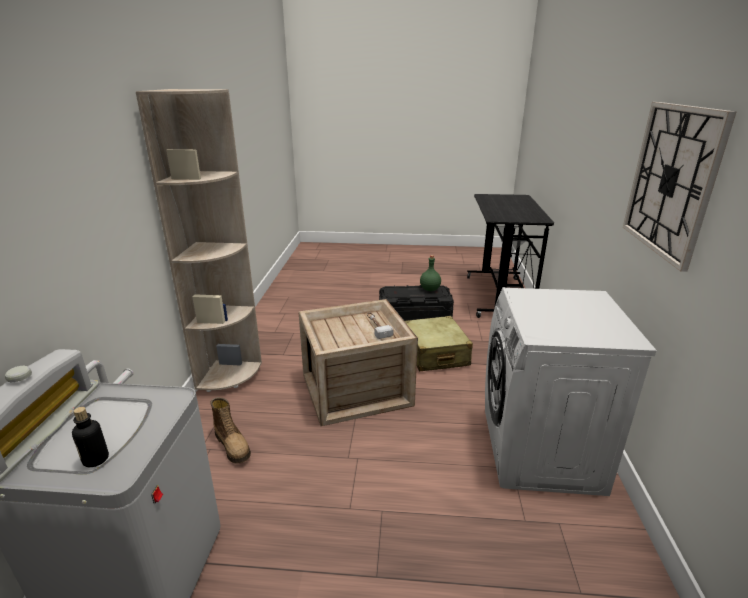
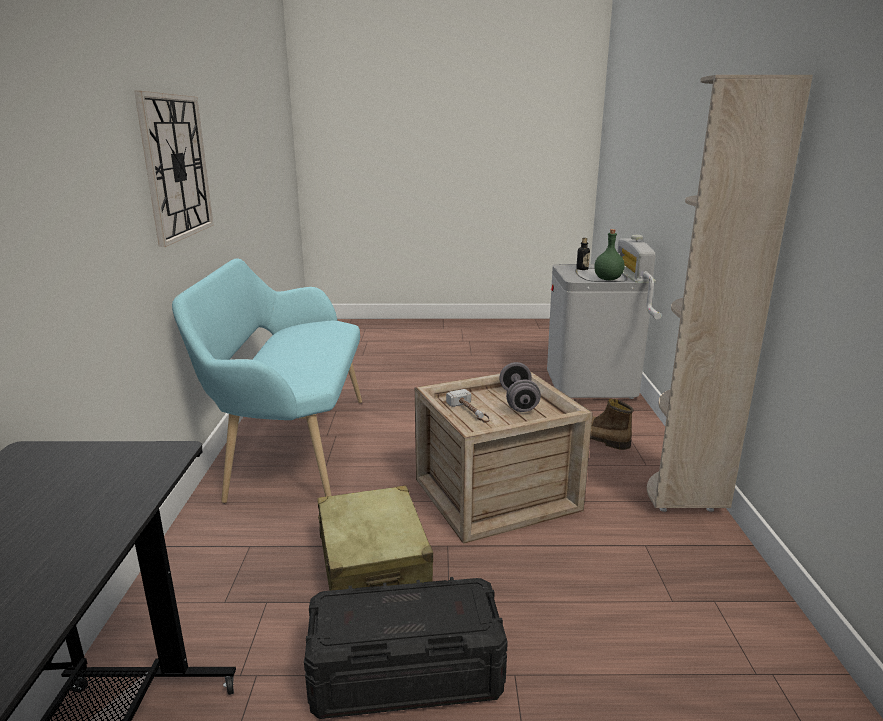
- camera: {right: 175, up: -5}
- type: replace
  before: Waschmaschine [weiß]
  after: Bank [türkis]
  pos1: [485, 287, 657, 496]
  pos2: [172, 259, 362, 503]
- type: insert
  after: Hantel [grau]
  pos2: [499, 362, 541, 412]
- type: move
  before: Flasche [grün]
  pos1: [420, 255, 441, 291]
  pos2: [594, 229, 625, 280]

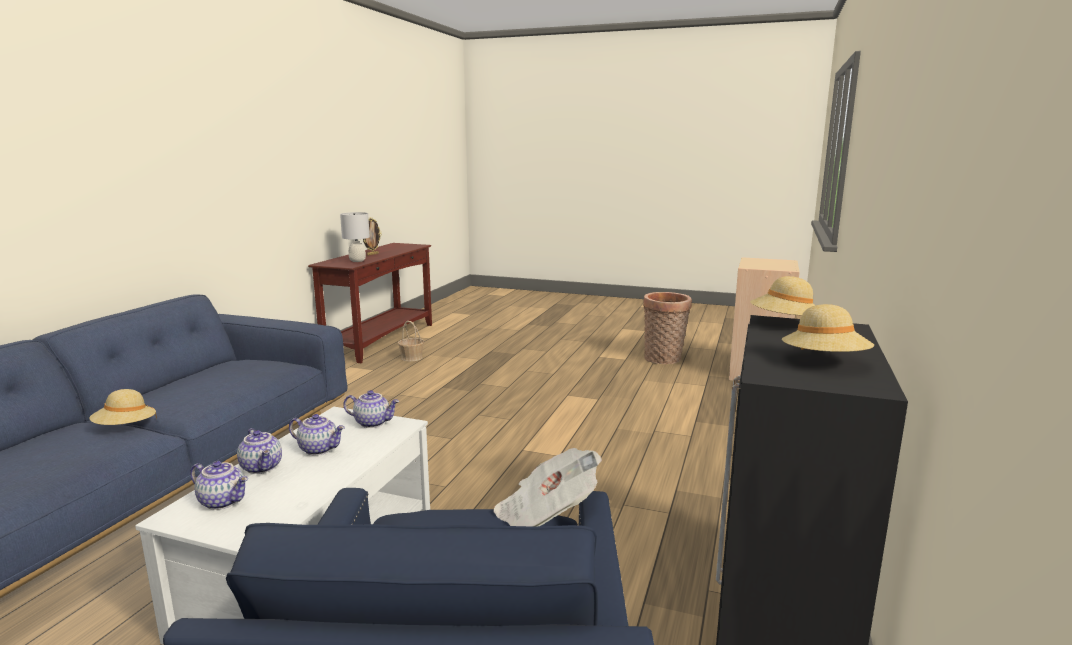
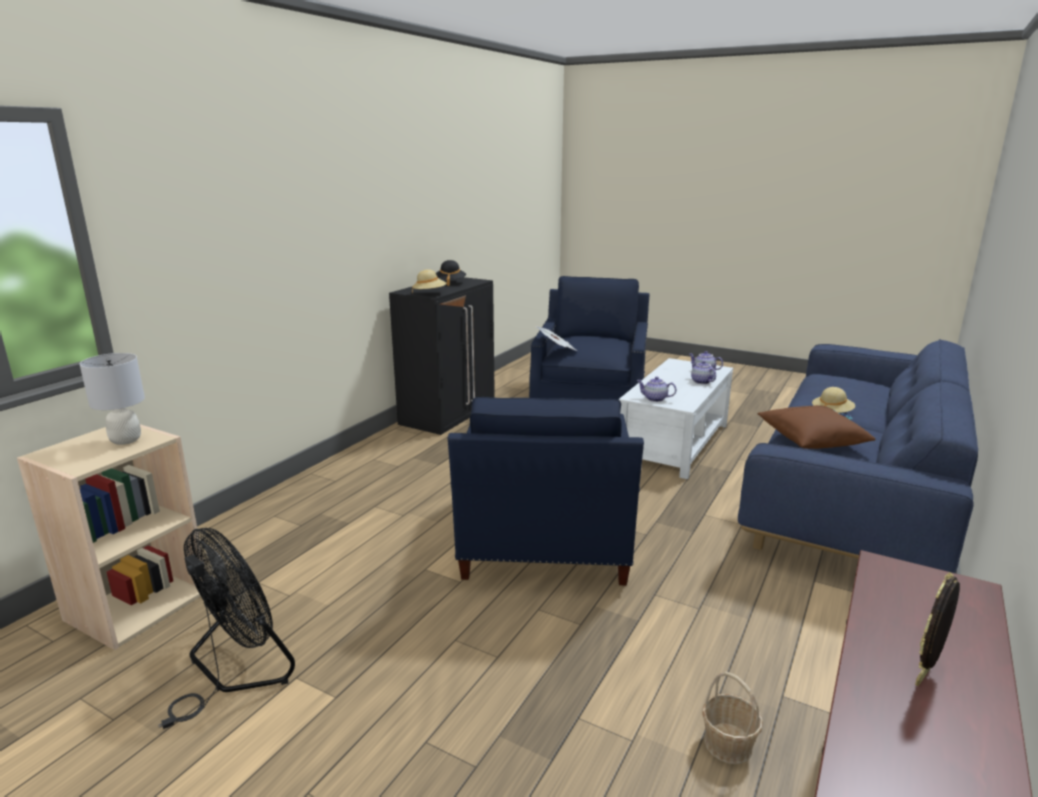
- camera: {right: -170, up: 5}
- type: move
  before: Tischlampe [grau]
  pos1: [340, 212, 370, 262]
  pos2: [80, 353, 145, 445]
- type: replace
  before: Korb
  after: Ventilator [schwarz]
  pos1: [643, 292, 692, 364]
  pos2: [158, 528, 295, 729]
- type: recolor
  before: Hut [beige]
  after: Hut [schwarz]
  pos1: [782, 304, 874, 352]
  pos2: [436, 260, 466, 286]
- type: insert
  after: Sessel [blau]
  pos2: [448, 397, 644, 585]
- type: insert
  after: Kissen [braun]
  pos2: [758, 405, 876, 449]
- type: delete
  before: Teekanne
  pos1: [289, 414, 345, 455]

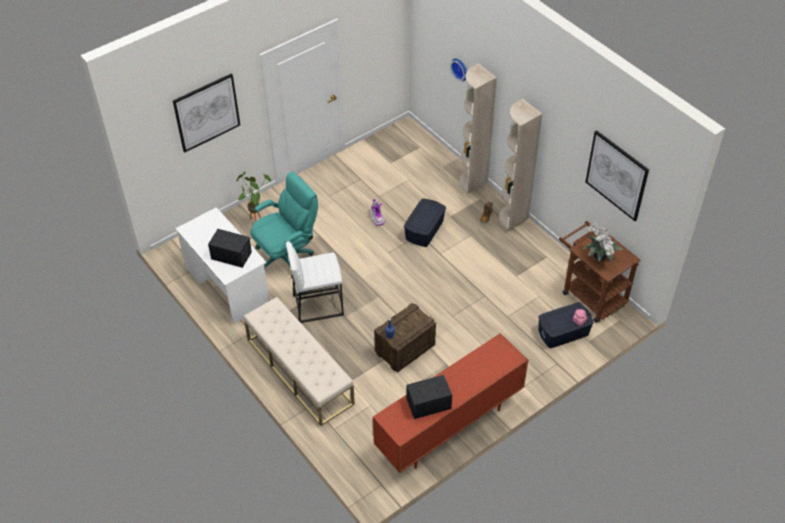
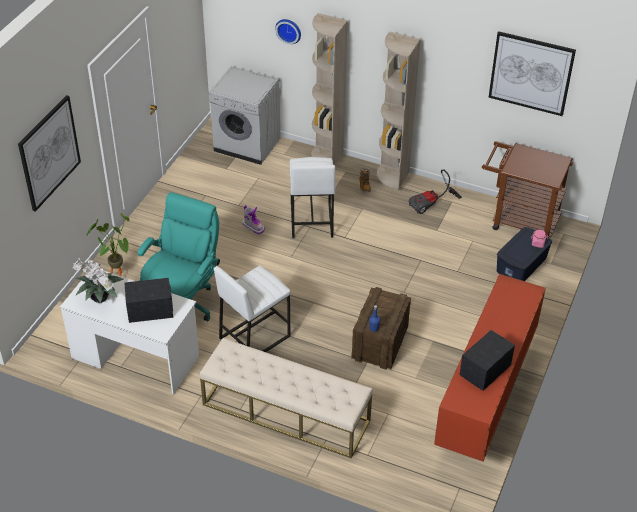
- camera: {right: -30, up: -5}
- type: move
  before: Topfpflanze
  pos1: [583, 223, 623, 262]
  pos2: [73, 258, 124, 303]
- type: insert
  after: Waschmaschine [weiß]
  pos2: [209, 66, 280, 165]
- type: replace
  before: Aufbewahrungsbox [blau]
  after: Hocker [weiß]
  pos1: [404, 198, 446, 247]
  pos2: [289, 157, 335, 238]
- type: insert
  after: Staubsauger
  pos2: [409, 170, 462, 214]

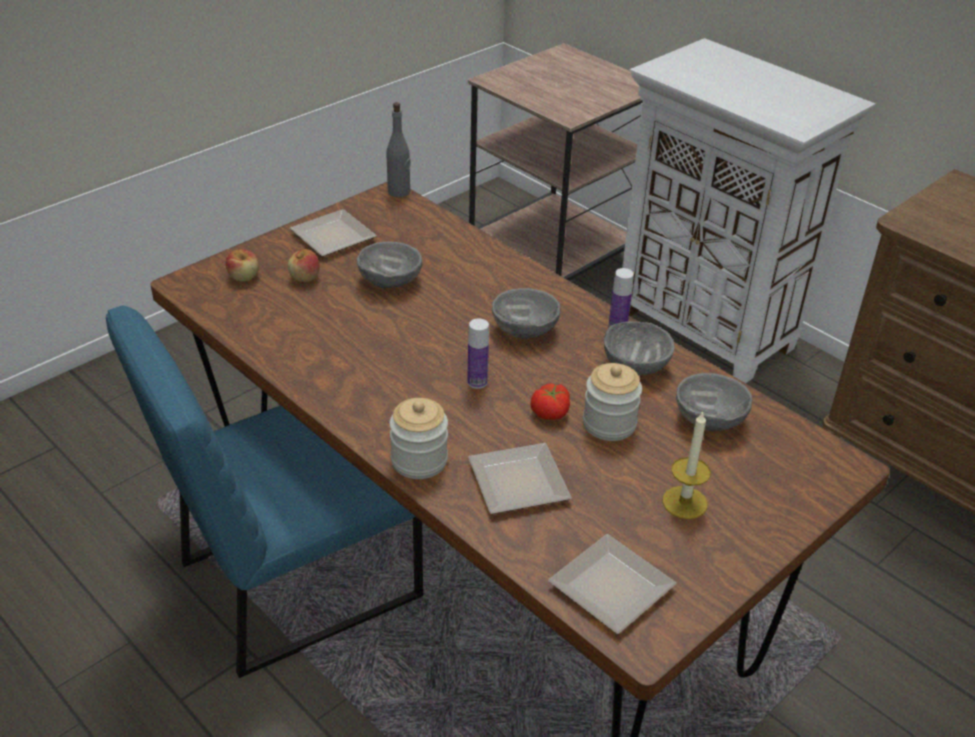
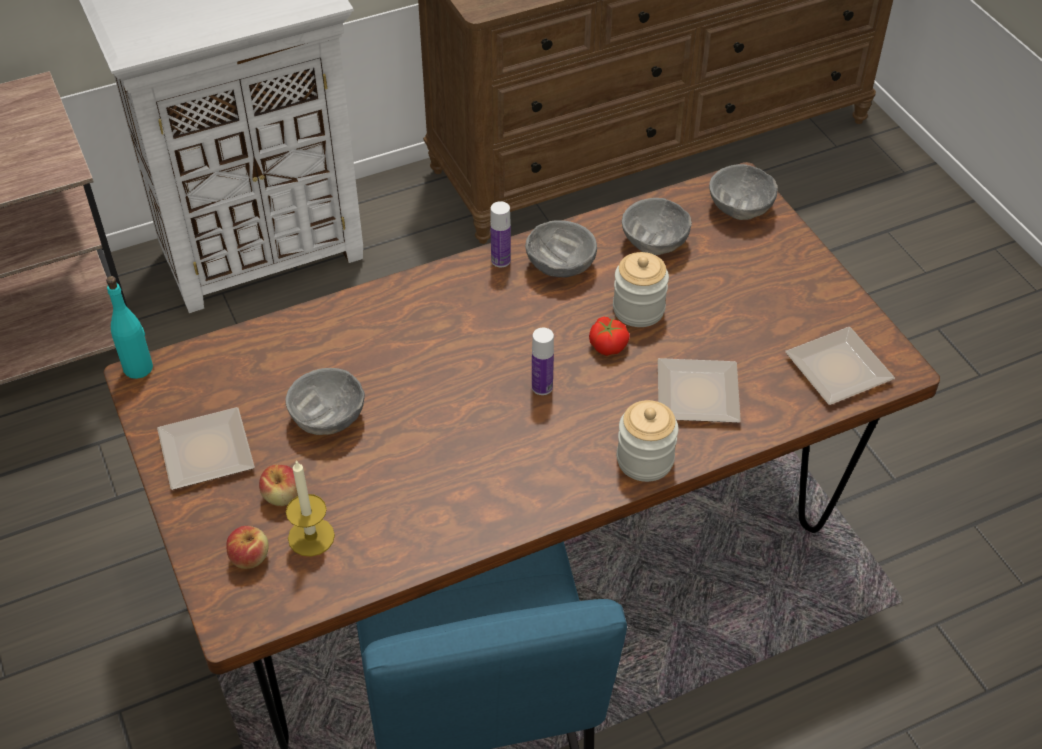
- camera: {right: -70, up: 10}
- type: recolor
  before: Flasche [grau]
  after: Flasche [türkis]
  pos1: [386, 102, 411, 197]
  pos2: [106, 276, 153, 379]
- type: move
  before: Kerze
  pos1: [662, 411, 711, 519]
  pos2: [286, 460, 335, 557]
- type: move
  before: Schüssel [grau]
  pos1: [492, 288, 560, 339]
  pos2: [709, 164, 777, 220]

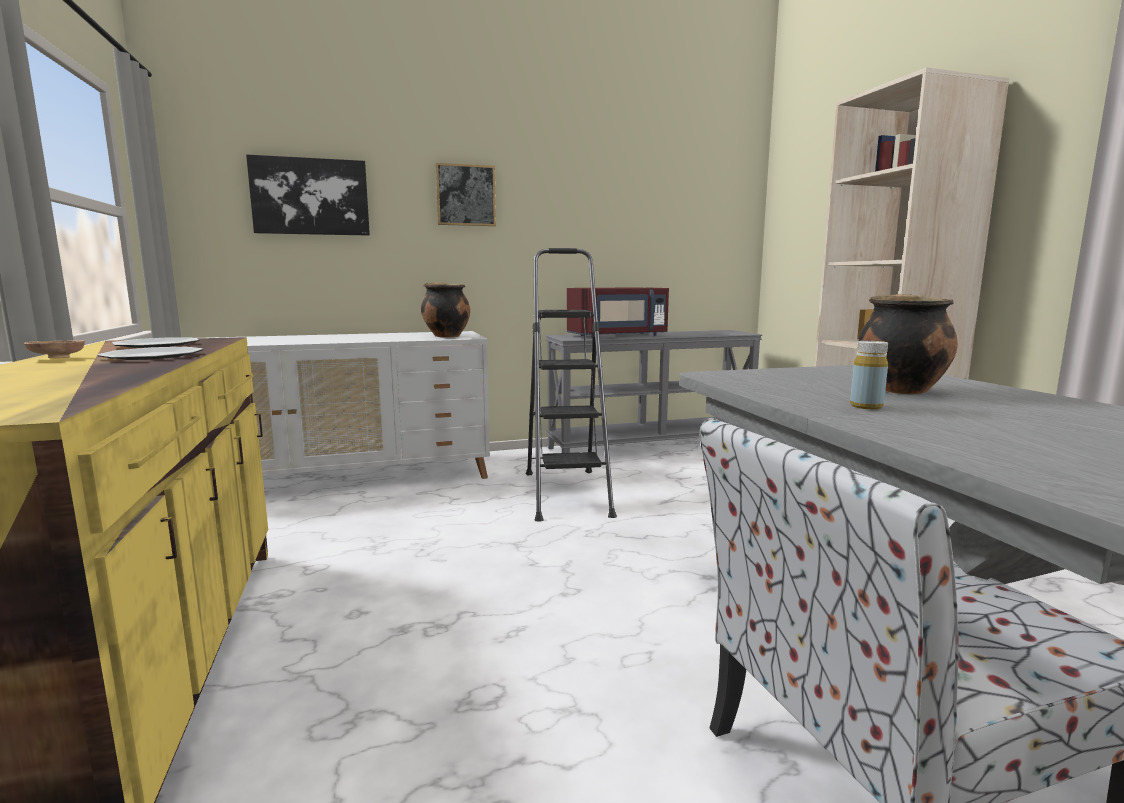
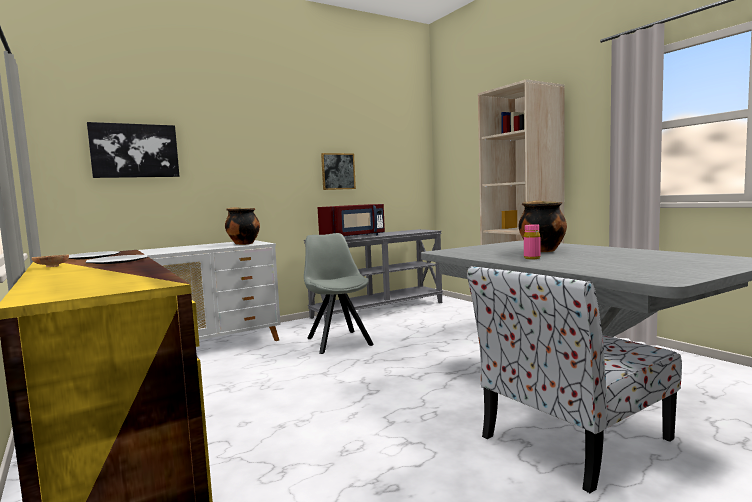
- camera: {right: -15, up: -5}
- type: replace
  before: Trittleiter
  after: Stuhl [grau]
  pos1: [526, 248, 617, 522]
  pos2: [304, 233, 373, 354]
- type: move
  before: Bild
  pos1: [435, 163, 496, 226]
  pos2: [321, 153, 356, 190]
- type: recolor
  before: Flasche [gelb]
  after: Flasche [rosa]
  pos1: [850, 341, 888, 409]
  pos2: [524, 224, 540, 259]

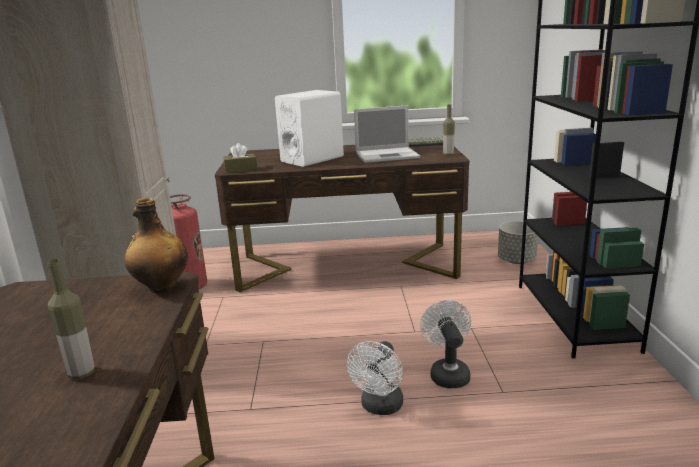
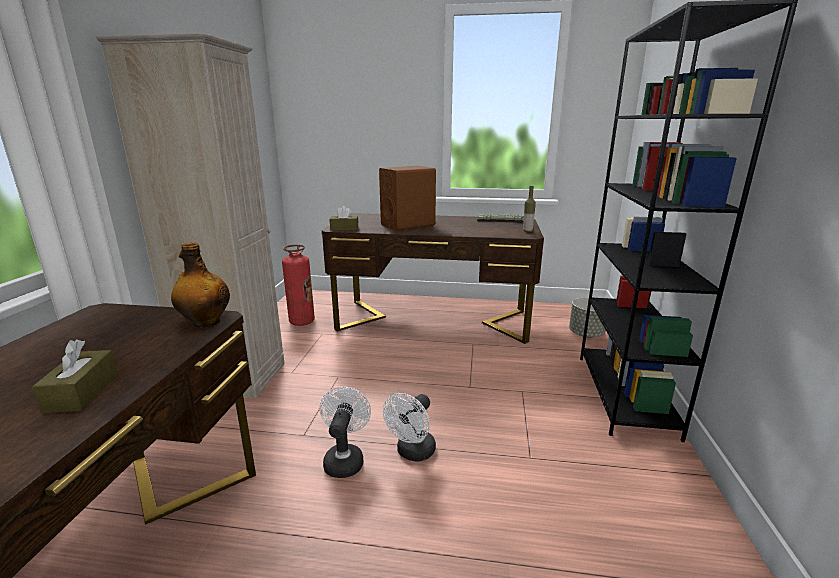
- camera: {right: 10, up: 0}
- type: replace
  before: Flasche
  after: Taschentuchbox [braun]
  pos1: [47, 259, 95, 379]
  pos2: [32, 339, 118, 414]
- type: move
  before: Ventilator [weiß]
  pos1: [420, 300, 471, 388]
  pos2: [319, 387, 371, 478]
- type: recolor
  before: Lautsprecher [weiß]
  after: Lautsprecher [braun]
  pos1: [275, 90, 344, 167]
  pos2: [379, 166, 436, 231]
- type: delete
  before: Laptop
  pos1: [354, 105, 420, 163]

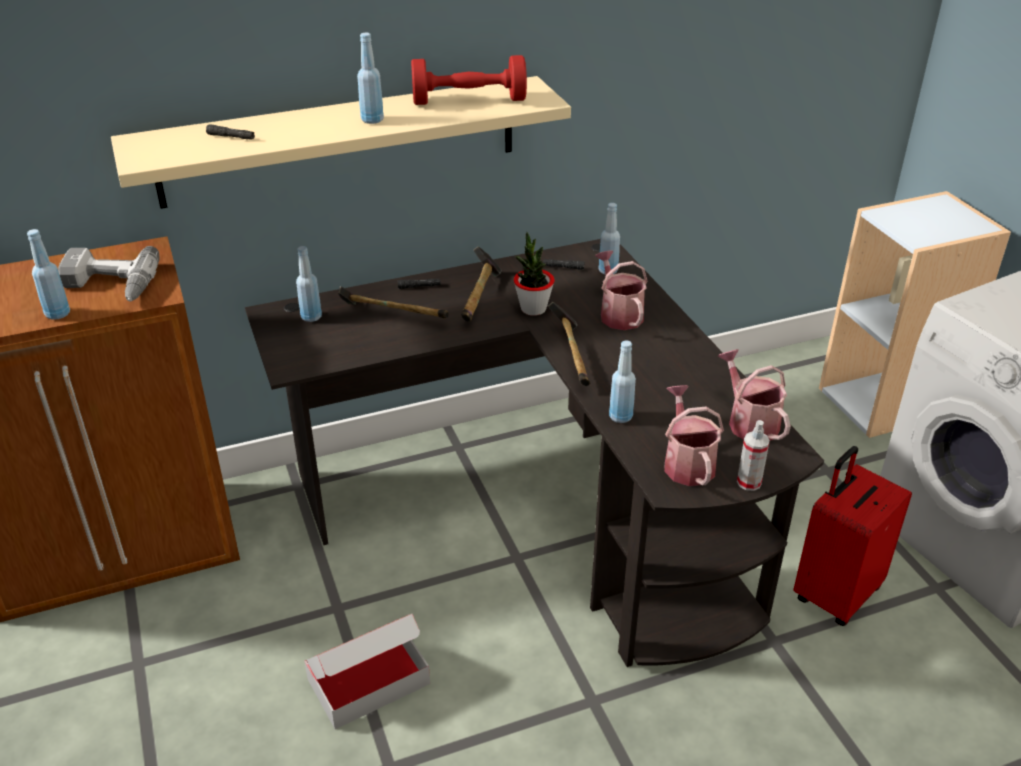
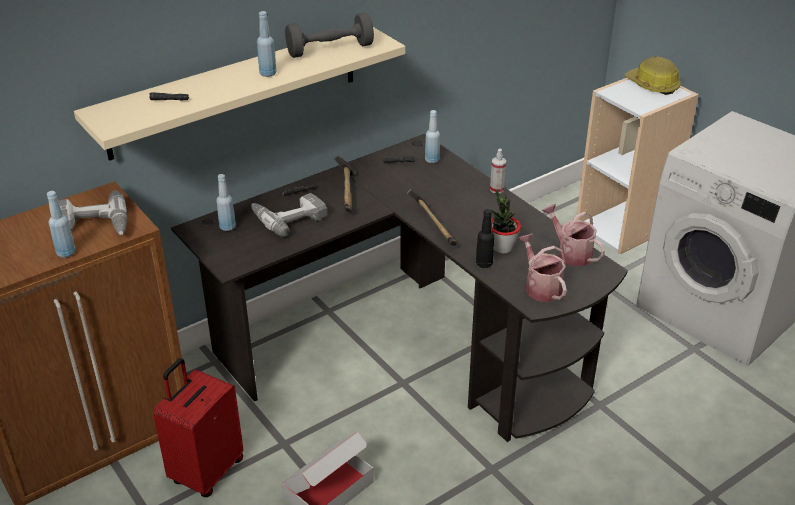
- camera: {right: -15, up: 0}
- type: move
  before: Koffer [rot]
  pos1: [793, 446, 912, 626]
  pos2: [153, 358, 243, 497]
- type: replace
  before: Hammer
  after: Bohrmaschine
  pos1: [338, 286, 449, 319]
  pos2: [251, 193, 327, 237]
- type: recolor
  before: Hantel [rot]
  after: Hantel [grau]
  pos1: [411, 55, 527, 105]
  pos2: [285, 13, 374, 58]
- type: recolor
  before: Flasche [blau]
  after: Flasche [schwarz]
  pos1: [609, 340, 636, 423]
  pos2: [476, 209, 494, 268]
- type: move
  before: Sprühflasche
  pos1: [737, 420, 770, 491]
  pos2: [490, 149, 506, 193]
- type: move
  before: Topfpflanze
  pos1: [514, 232, 555, 316]
  pos2: [491, 189, 521, 254]
- type: insert
  after: Schutzhelm
  pos2: [625, 56, 681, 95]
- type: delete
  before: Gießkanne
  pos1: [595, 250, 648, 330]

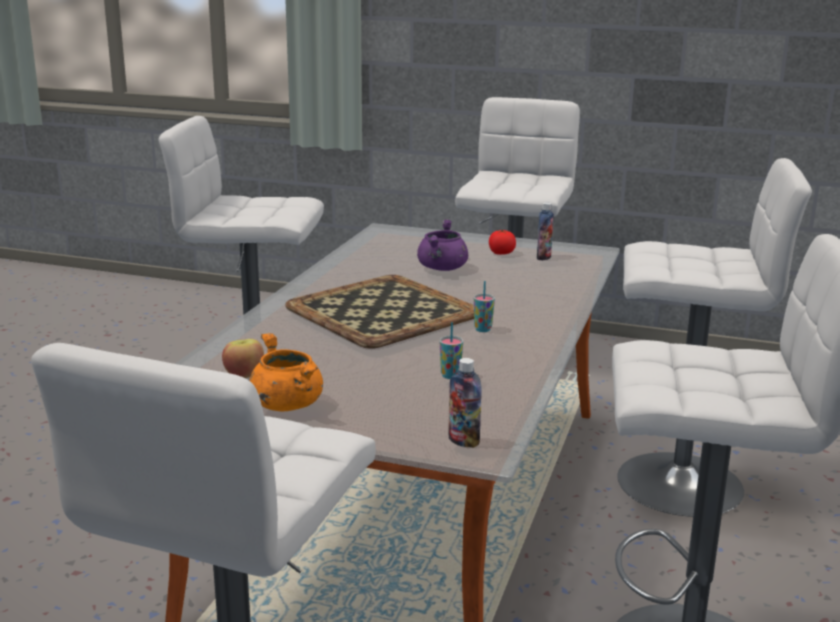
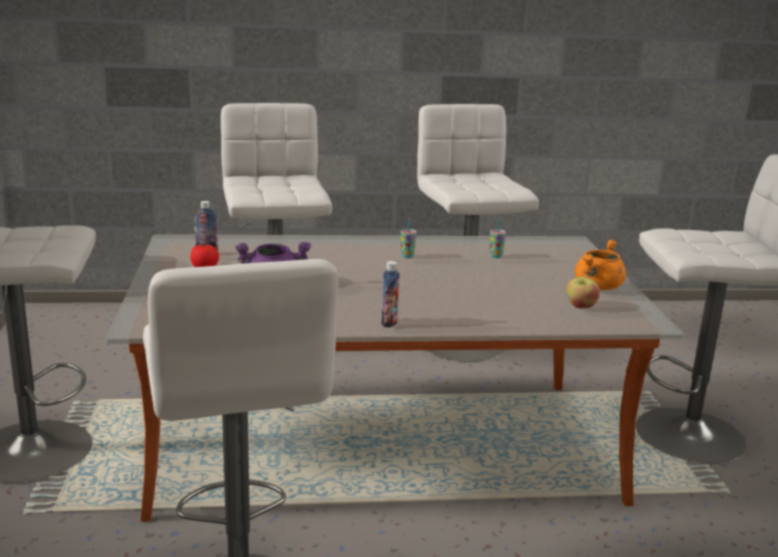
- camera: {right: -115, up: 0}
- type: move
  before: Flasche
  pos1: [448, 358, 482, 448]
  pos2: [381, 261, 399, 327]
- type: delete
  before: Tablett
  pos1: [285, 275, 474, 349]

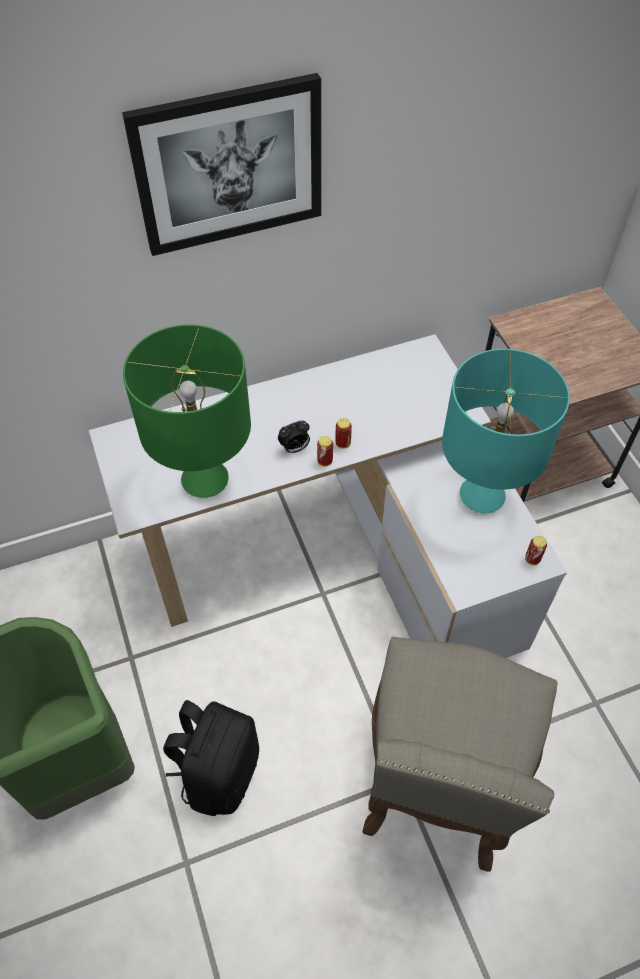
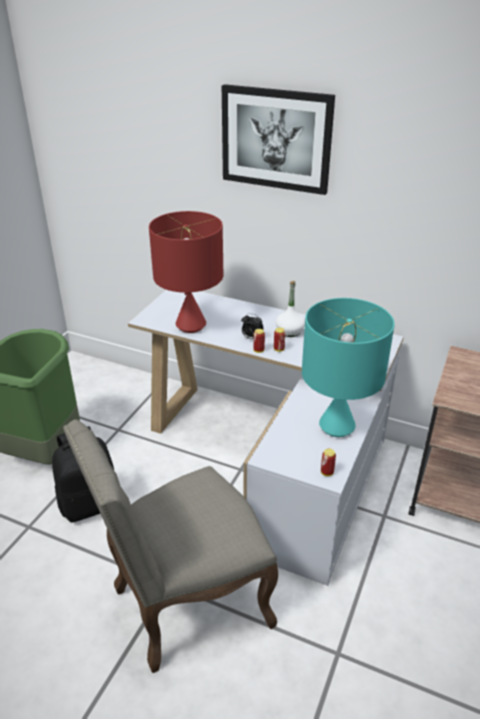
- camera: {right: 45, up: -20}
- type: recolor
  before: Tischlampe [grün]
  after: Tischlampe [rot]
  pos1: [123, 324, 251, 498]
  pos2: [149, 211, 223, 333]
- type: insert
  after: Flasche [weiß]
  pos2: [276, 281, 305, 337]

